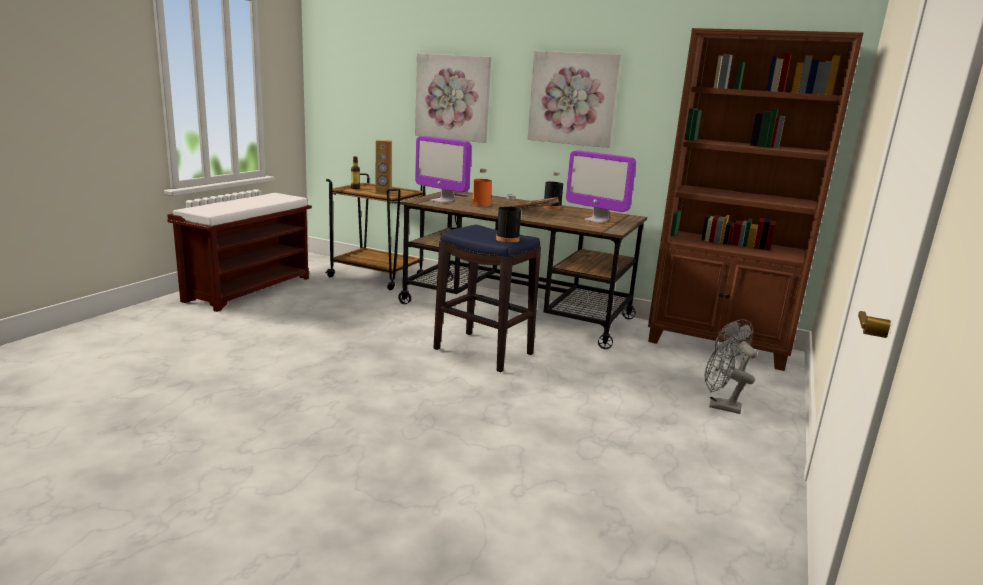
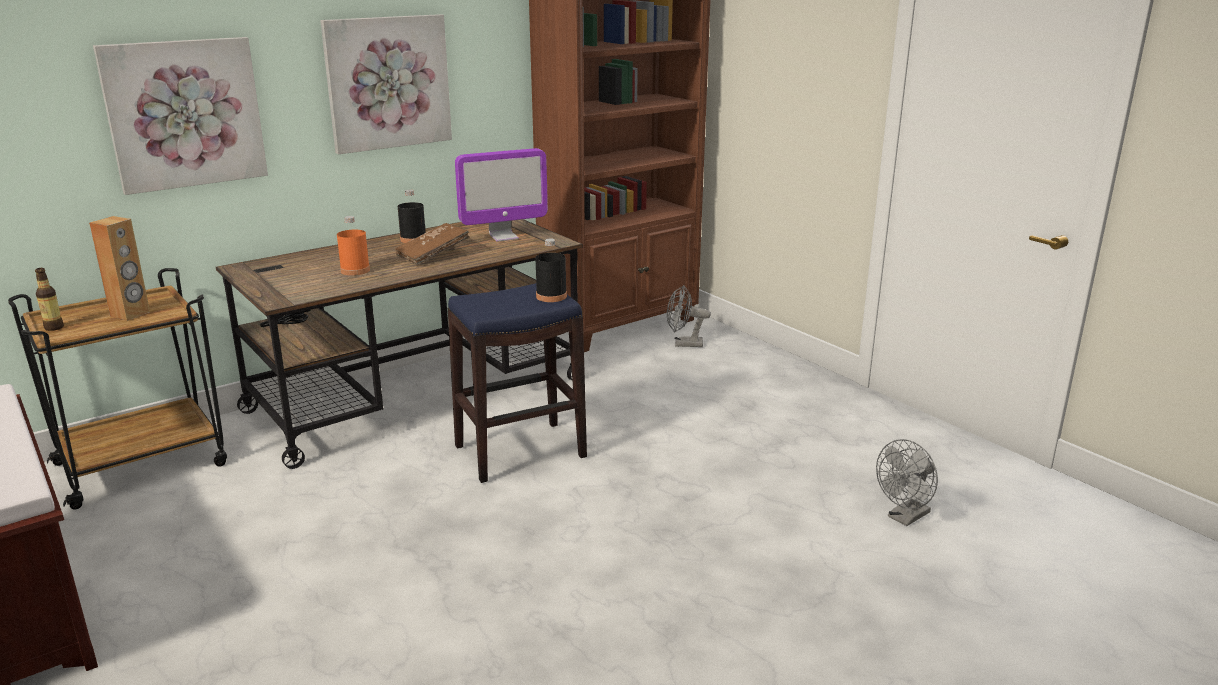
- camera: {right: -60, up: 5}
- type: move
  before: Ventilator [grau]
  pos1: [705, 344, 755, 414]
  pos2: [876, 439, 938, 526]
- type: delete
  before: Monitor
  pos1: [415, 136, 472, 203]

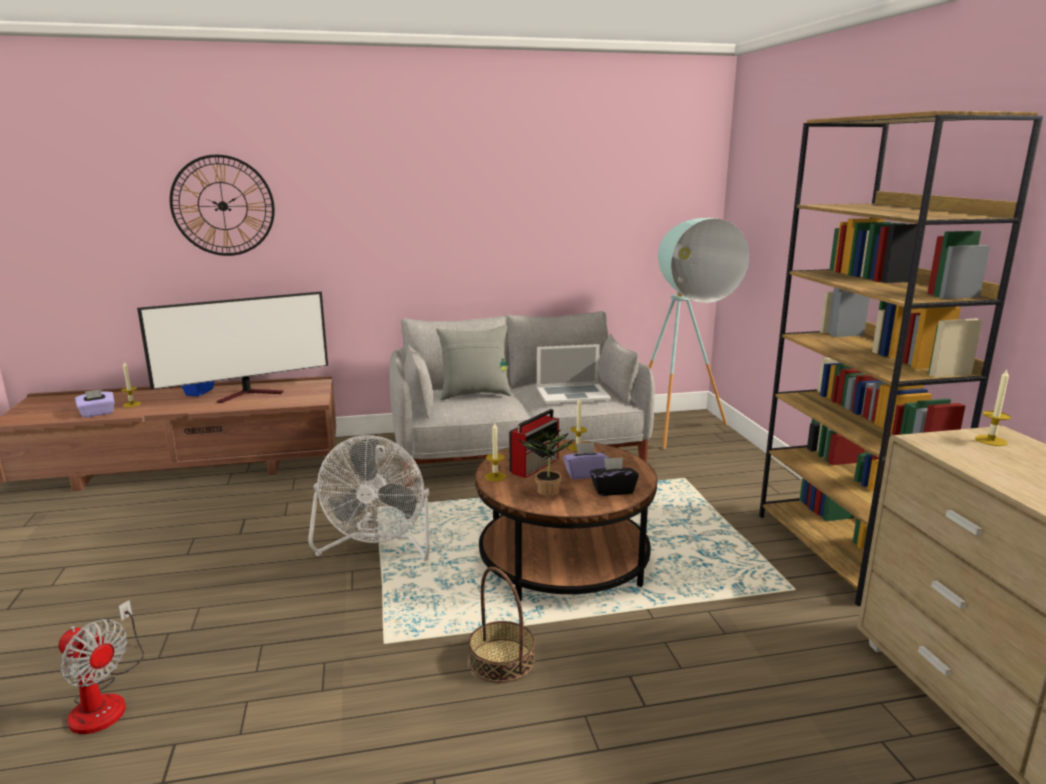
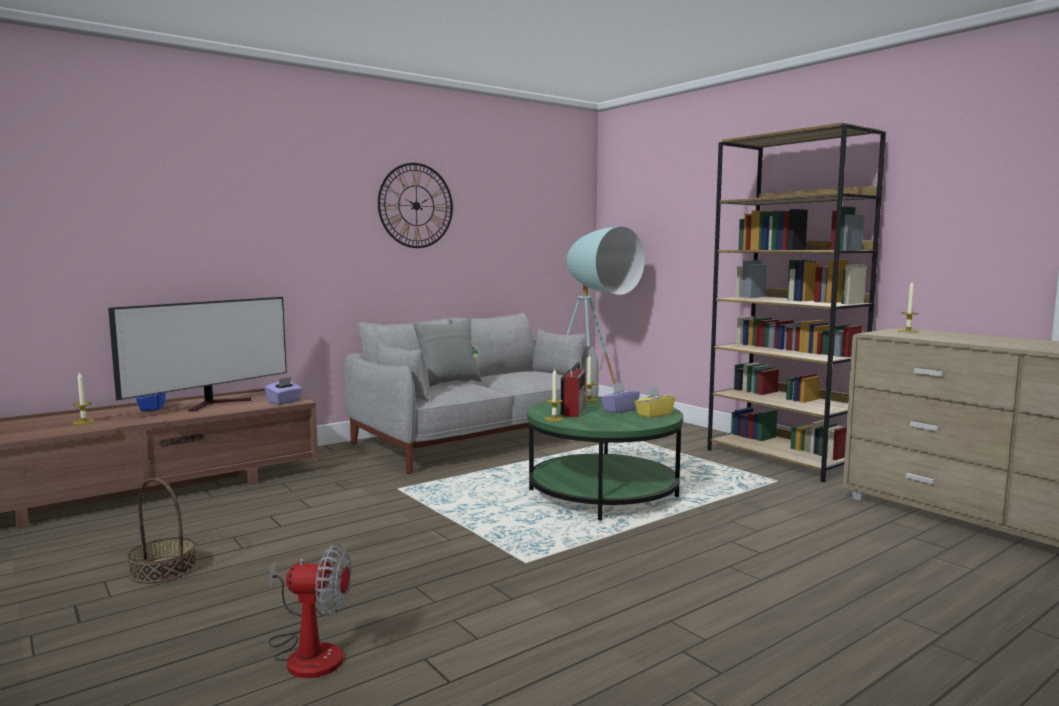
- camera: {right: -25, up: -10}
- type: move
  before: Korb
  pos1: [468, 567, 535, 683]
  pos2: [128, 478, 197, 583]
- type: move
  before: Taschentuchbox [lila]
  pos1: [75, 389, 115, 418]
  pos2: [264, 377, 303, 405]
- type: move
  before: Wanduhr
  pos1: [170, 155, 275, 256]
  pos2: [378, 163, 453, 248]
- type: recolor
  before: Couchtisch [braun]
  after: Couchtisch [grün]
  pos1: [475, 440, 657, 601]
  pos2: [527, 397, 683, 520]
- type: recolor
  before: Taschentuchbox [schwarz]
  after: Taschentuchbox [gelb]
  pos1: [590, 457, 639, 496]
  pos2: [634, 386, 675, 418]
- type: delete
  before: Ventilator [weiß]
  pos1: [308, 435, 430, 561]
- type: delete
  before: Topfpflanze
  pos1: [518, 430, 575, 496]
- type: delete
  before: Laptop
  pos1: [537, 344, 611, 404]

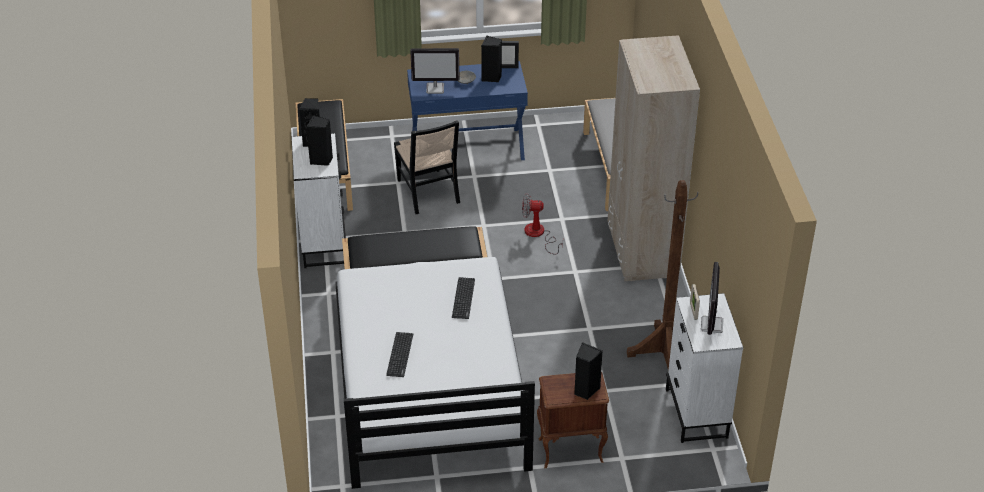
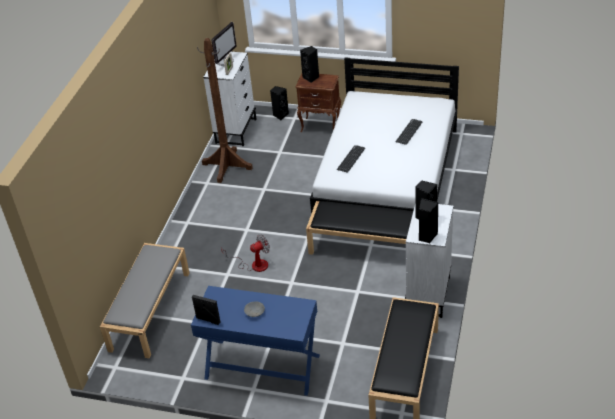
- camera: {right: -155, up: 0}
- type: rotate
  before: Ventilator
  pos1: [522, 193, 563, 255]
  pos2: [221, 234, 270, 272]
  turn: -60
- type: move
  before: Lautsprecher [schwarz]
  pos1: [481, 35, 502, 82]
  pos2: [270, 86, 289, 120]
- type: delete
  before: Stuhl
  pos1: [394, 120, 460, 214]
- type: delete
  before: Monitor
  pos1: [410, 48, 460, 94]
- type: delete
  before: Kleiderschrank [beige]
  pos1: [608, 35, 700, 281]

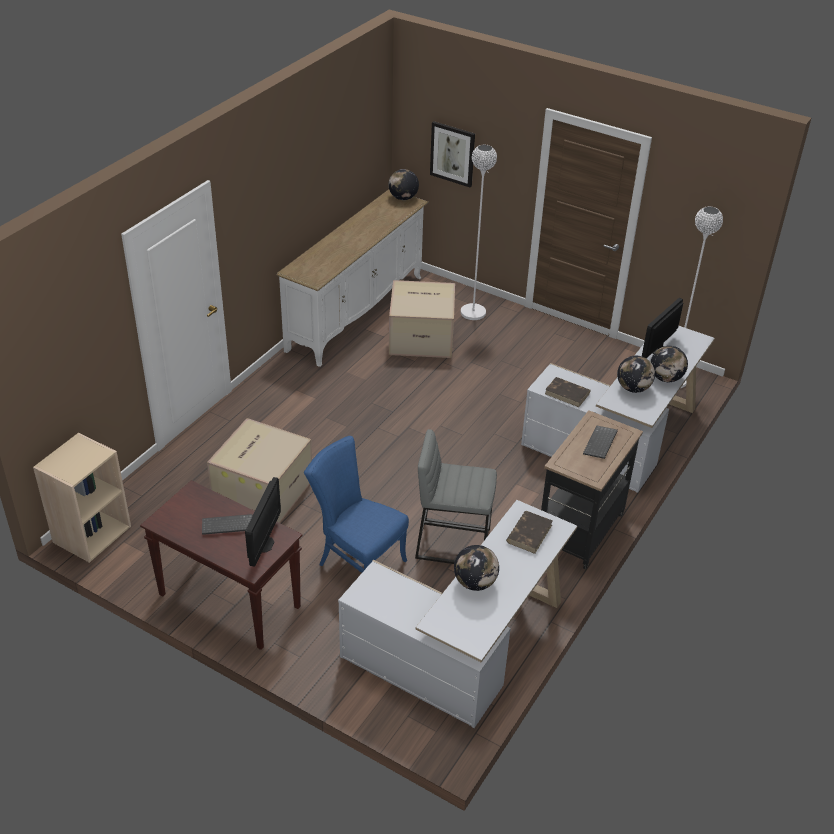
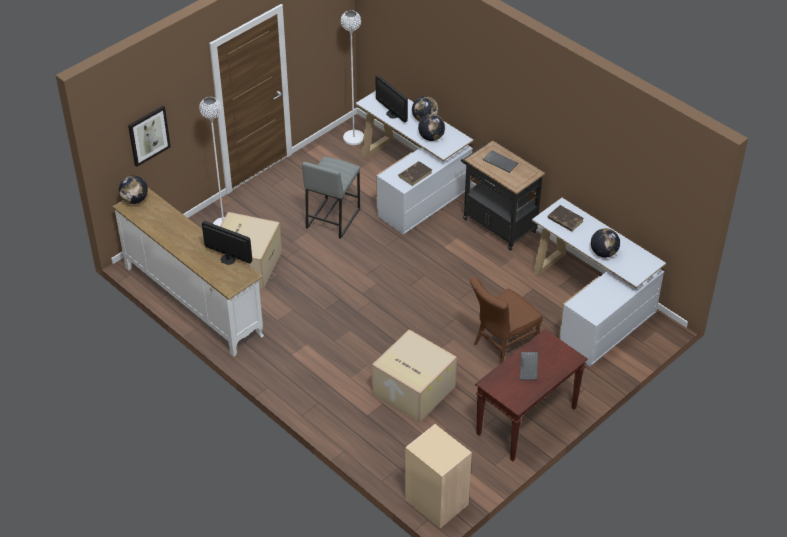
- camera: {right: -75, up: 5}
- type: move
  before: Monitor
  pos1: [245, 477, 281, 567]
  pos2: [202, 221, 252, 265]
- type: move
  before: Hocker [grau]
  pos1: [415, 429, 497, 564]
  pos2: [302, 157, 360, 239]
- type: recolor
  before: Stuhl [blau]
  after: Stuhl [braun]
  pos1: [304, 436, 409, 573]
  pos2: [469, 277, 543, 364]

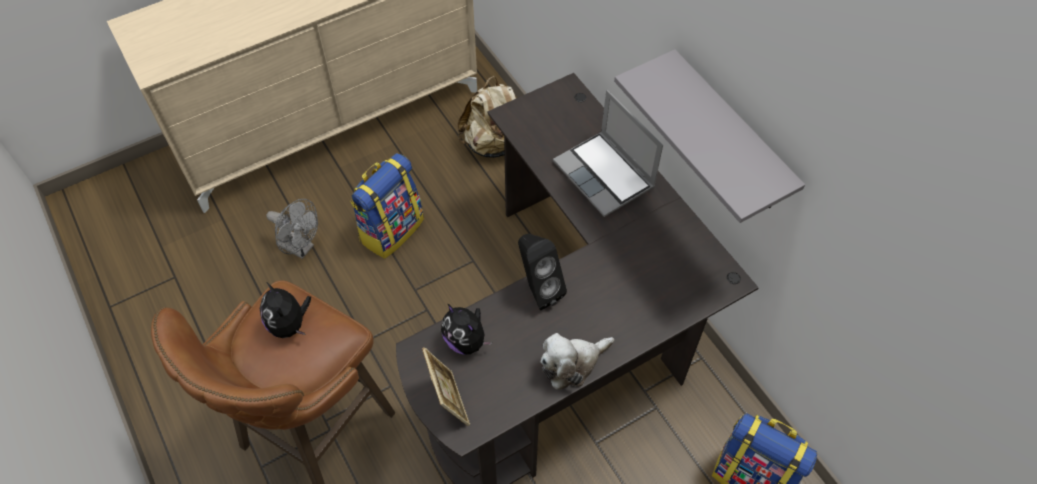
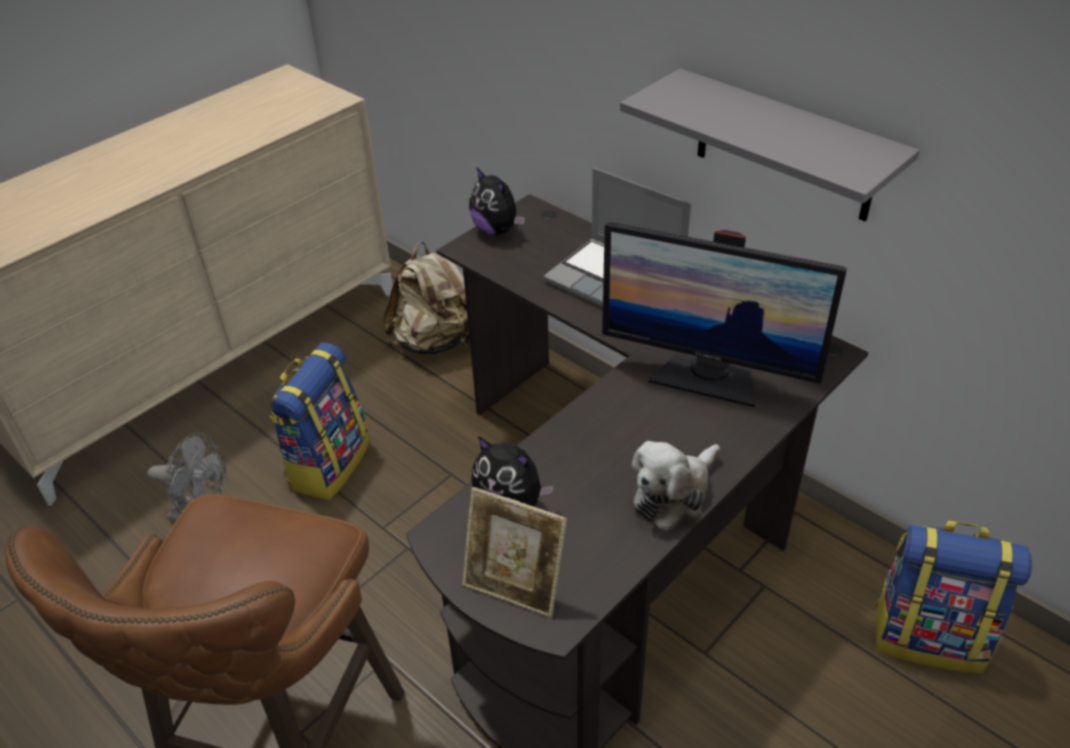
- camera: {right: -15, up: -15}
- type: rotate
  before: Bilderrahmen
  pos1: [422, 347, 470, 426]
  pos2: [462, 487, 567, 617]
  turn: 150
- type: move
  before: Plüschtier
  pos1: [260, 282, 311, 338]
  pos2: [469, 168, 525, 235]
- type: insert
  after: Monitor
  pos2: [602, 222, 847, 408]
- type: delete
  before: Lautsprecher [schwarz]
  pos1: [518, 234, 567, 310]

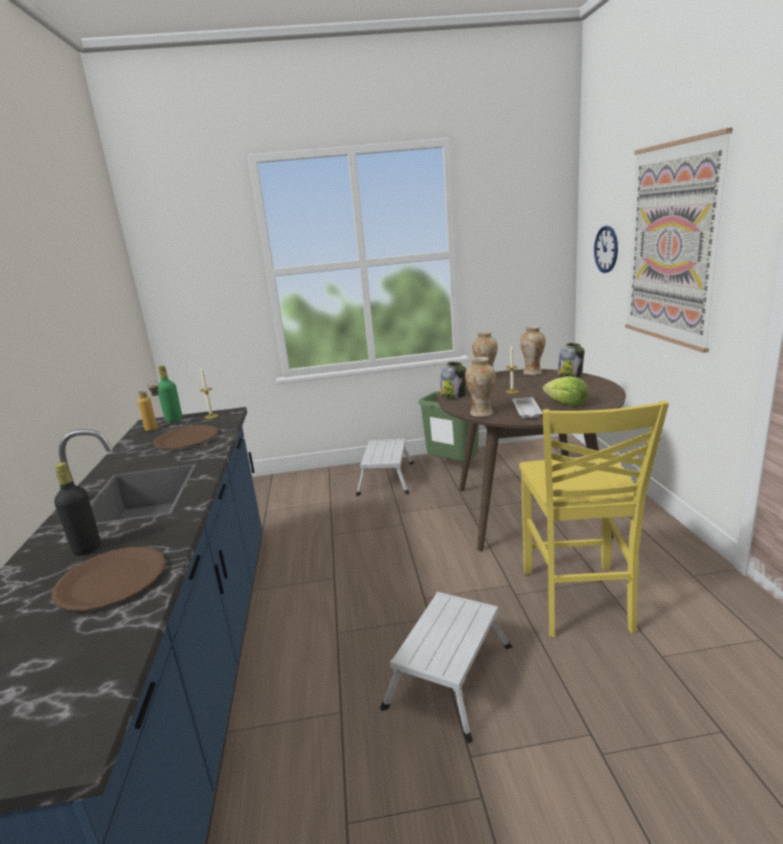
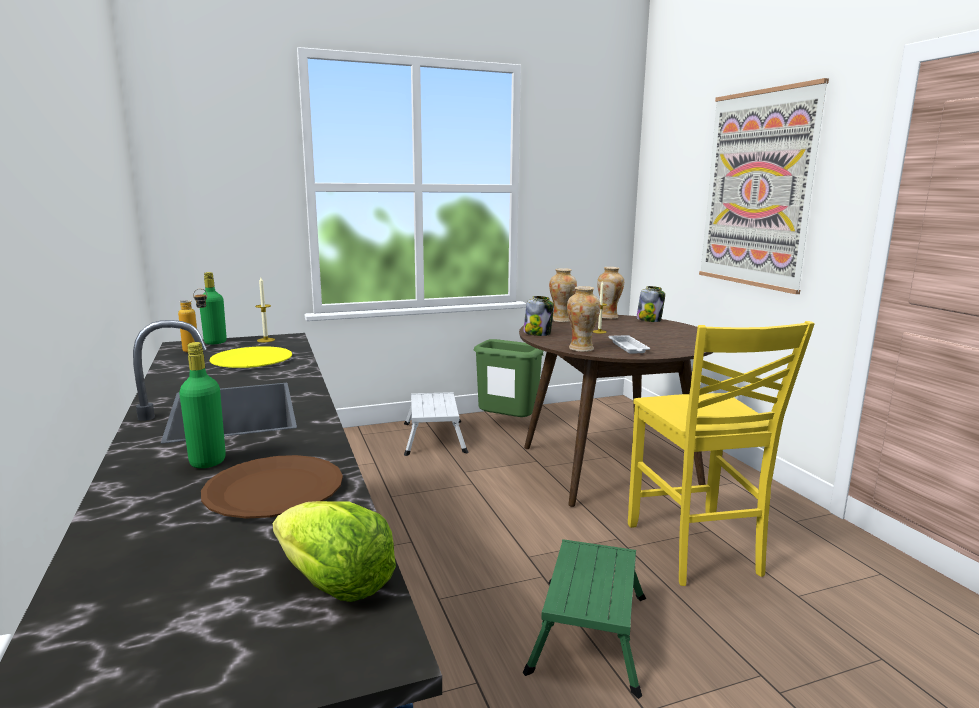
- camera: {right: -15, up: -5}
- type: recolor
  before: Flasche [schwarz]
  after: Flasche [grün]
  pos1: [54, 462, 101, 556]
  pos2: [179, 342, 226, 468]
- type: recolor
  before: Teller [braun]
  after: Teller [gelb]
  pos1: [154, 425, 218, 449]
  pos2: [210, 346, 292, 368]
- type: move
  before: Salatkopf
  pos1: [543, 376, 588, 406]
  pos2: [273, 501, 396, 602]
- type: recolor
  before: Trittleiter [weiß]
  after: Trittleiter [grün]
  pos1: [380, 592, 513, 744]
  pos2: [523, 539, 646, 699]
- type: delete
  before: Wanduhr
  pos1: [594, 226, 618, 273]

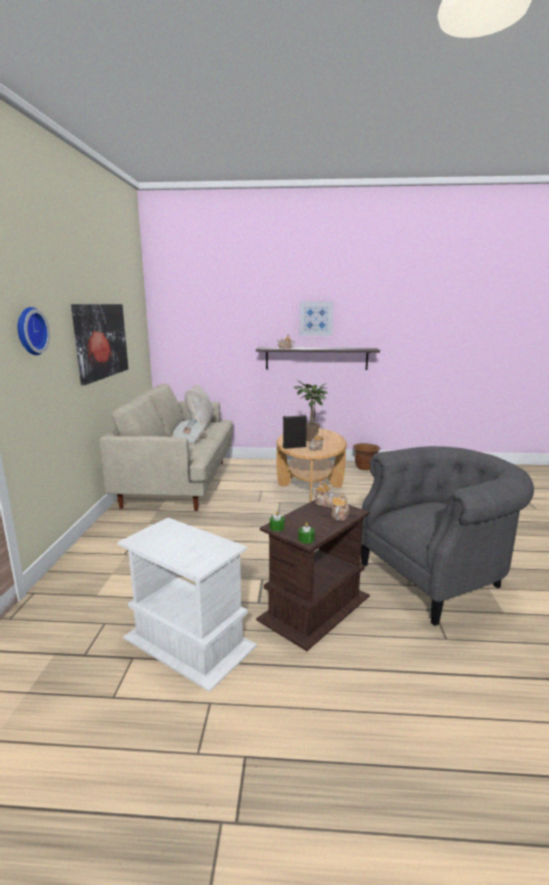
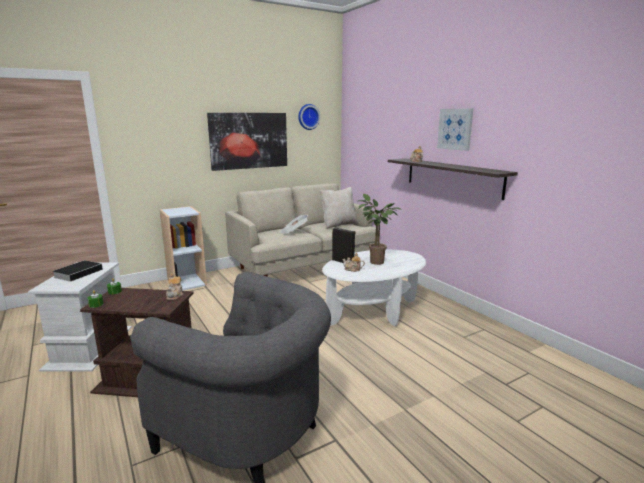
- camera: {right: 55, up: 0}
- type: insert
  after: Buch
  pos2: [52, 260, 103, 282]
- type: insert
  after: Bücherregal
  pos2: [159, 206, 207, 291]
- type: move
  before: Wanduhr
  pos1: [18, 307, 50, 355]
  pos2: [298, 104, 320, 130]
- type: recolor
  before: Couchtisch [braun]
  after: Couchtisch [weiß]
  pos1: [276, 428, 347, 502]
  pos2: [322, 250, 426, 326]
- type: delete
  before: Teekanne
  pos1: [331, 494, 349, 521]
- type: delete
  before: Pflanzkübel [braun]
  pos1: [353, 443, 380, 470]

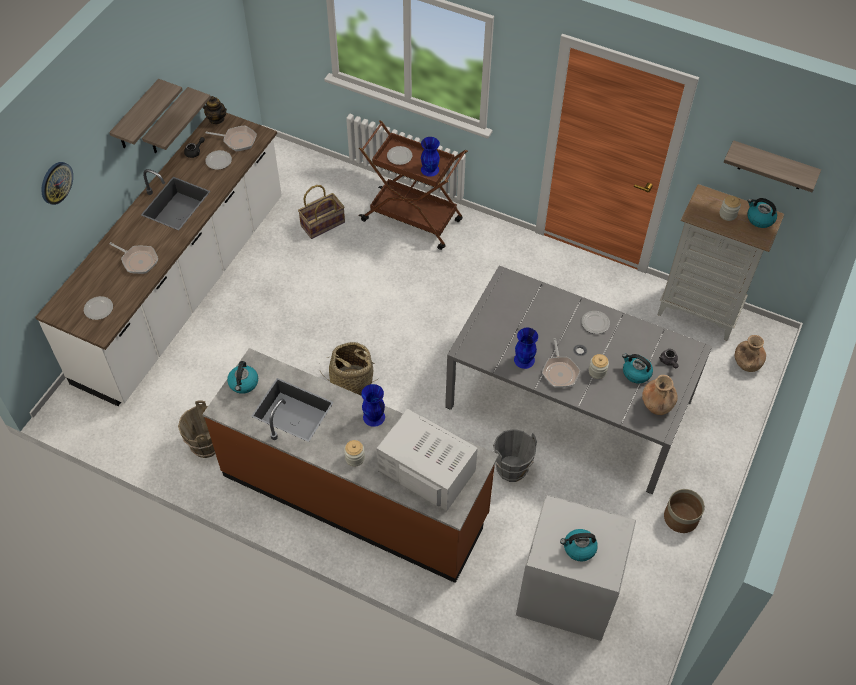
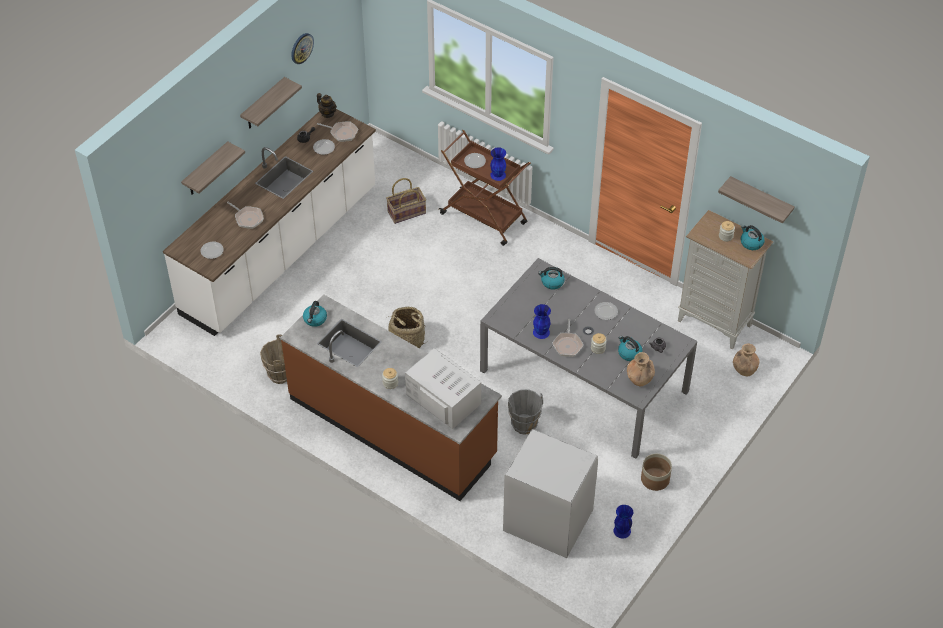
- camera: {right: 10, up: -5}
- type: move
  before: Wandregal
  pos1: [142, 87, 211, 153]
  pos2: [181, 141, 245, 194]
- type: move
  before: Wanduhr
  pos1: [41, 162, 73, 205]
  pos2: [291, 33, 314, 64]
- type: move
  before: Wasserkessel
  pos1: [560, 529, 598, 561]
  pos2: [538, 267, 565, 289]
- type: move
  before: Vase [blau]
  pos1: [361, 384, 385, 427]
  pos2: [613, 505, 634, 539]

